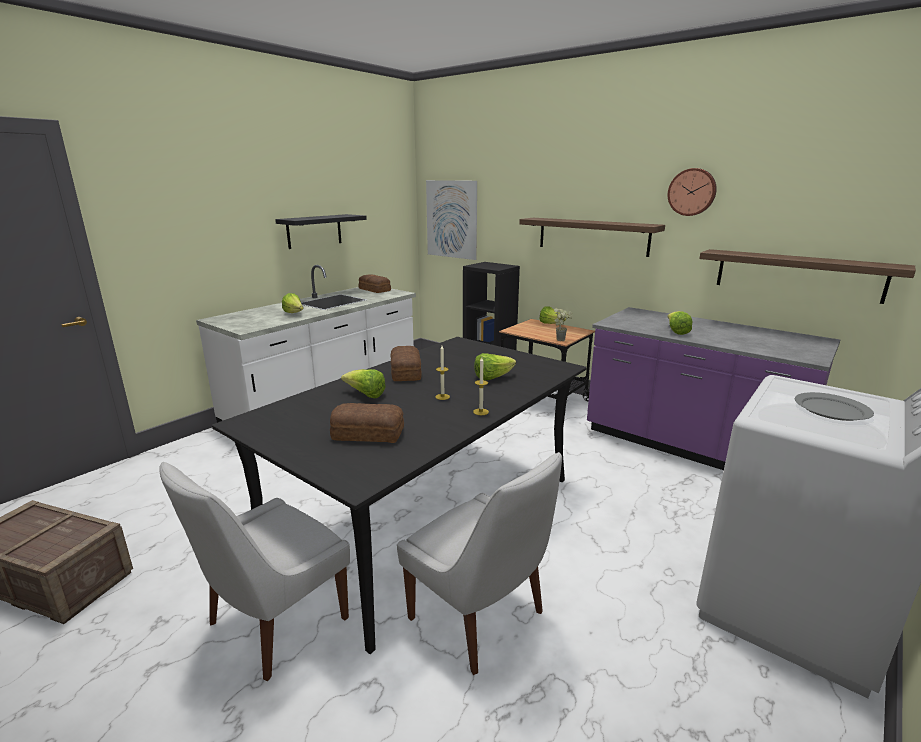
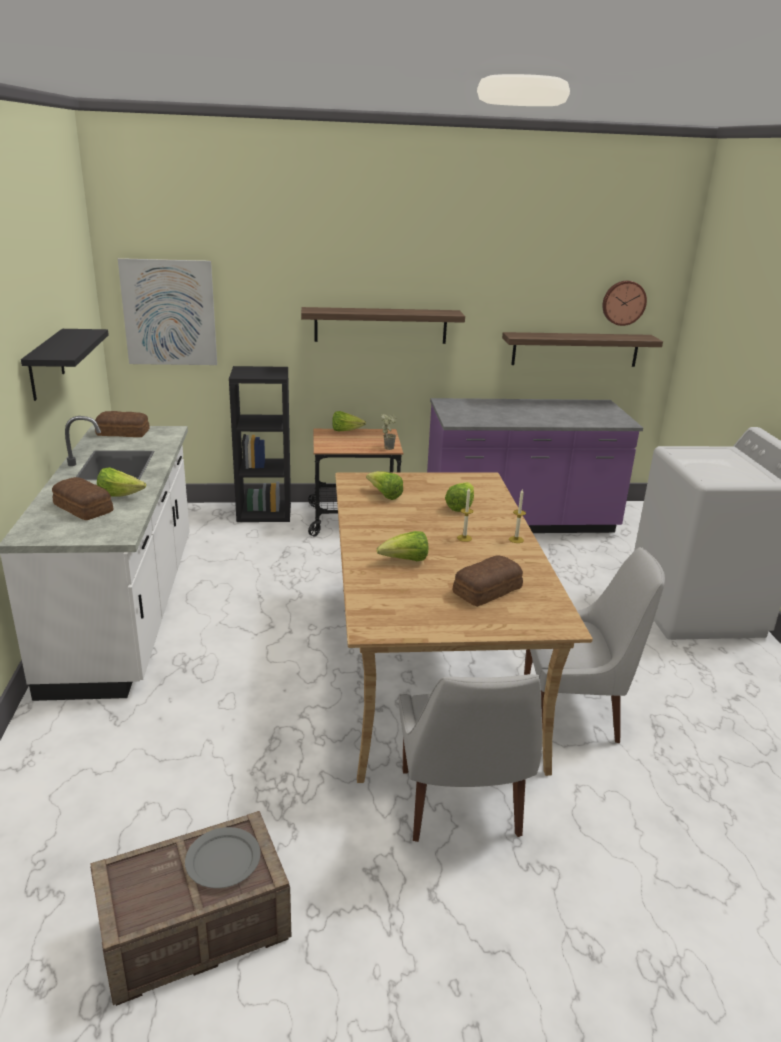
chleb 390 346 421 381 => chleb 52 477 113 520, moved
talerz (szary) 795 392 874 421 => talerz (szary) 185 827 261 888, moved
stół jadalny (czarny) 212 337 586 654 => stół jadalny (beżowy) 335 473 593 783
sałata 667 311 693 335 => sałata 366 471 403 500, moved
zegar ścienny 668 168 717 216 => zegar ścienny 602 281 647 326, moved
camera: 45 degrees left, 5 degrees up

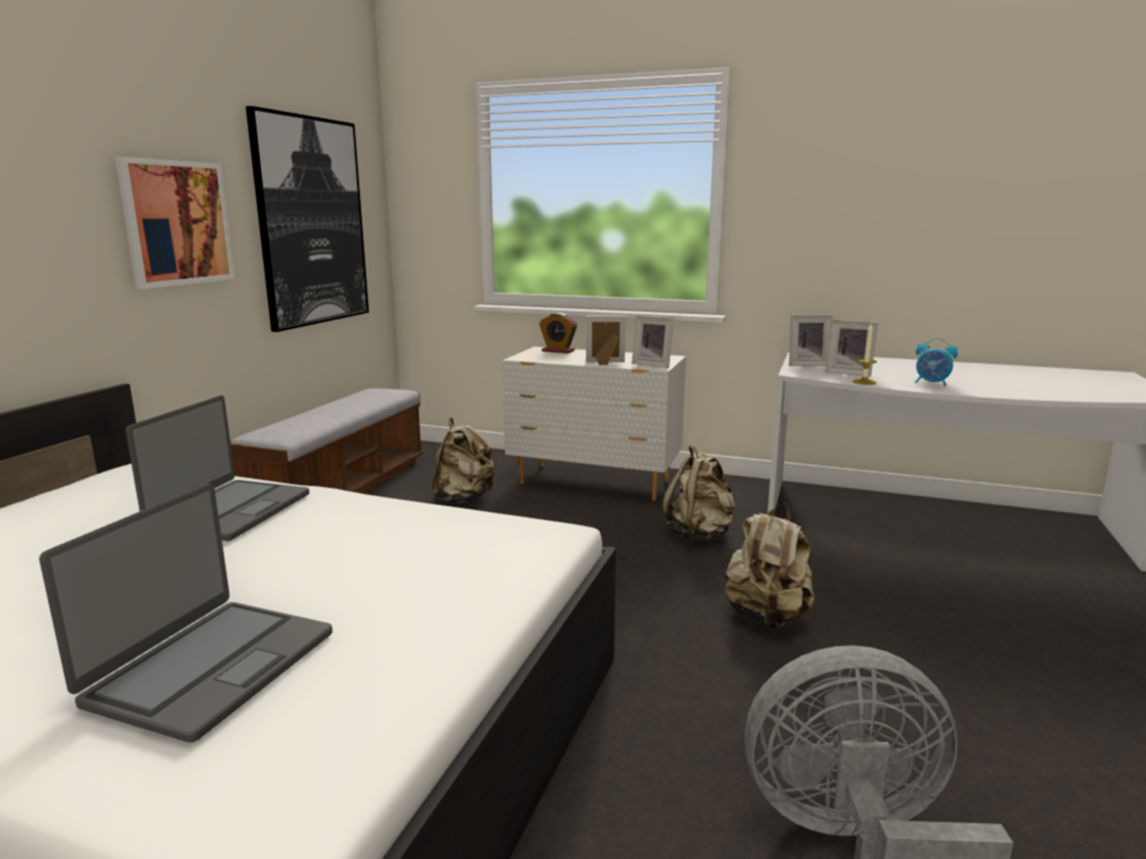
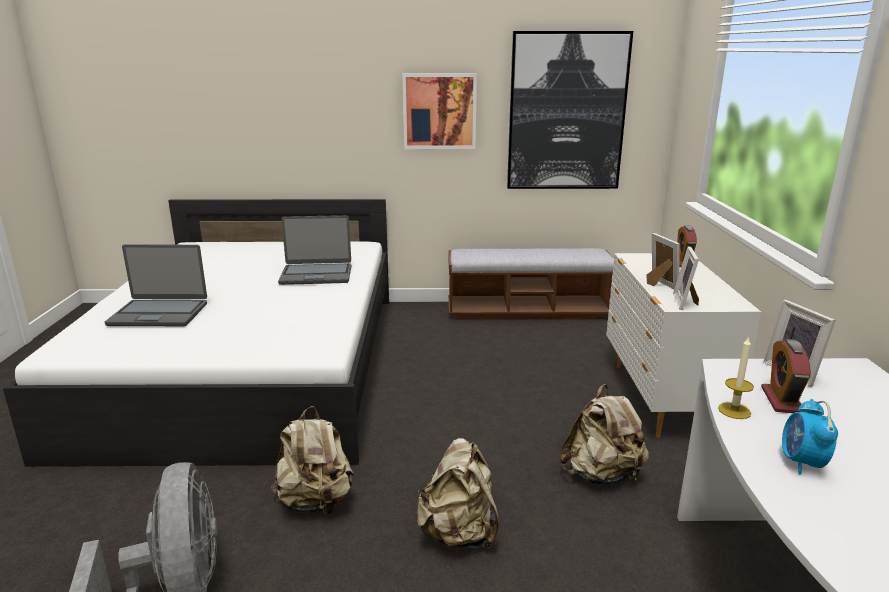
plecak (beżowy) 432 417 496 503 => plecak (beżowy) 270 406 354 515, moved
ramka na zdjęcie 825 319 878 377 => budzik 761 339 811 413
camera: 70 degrees right, 5 degrees up

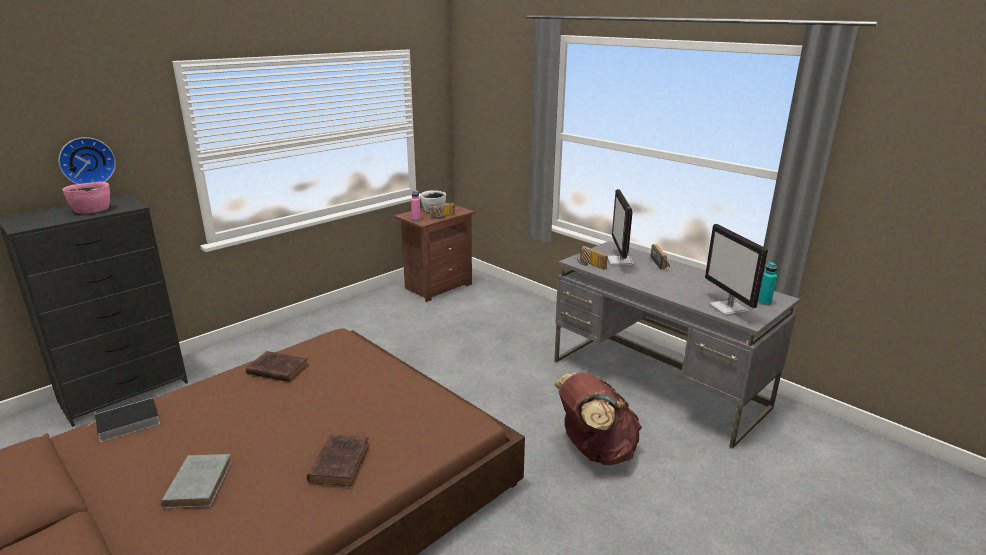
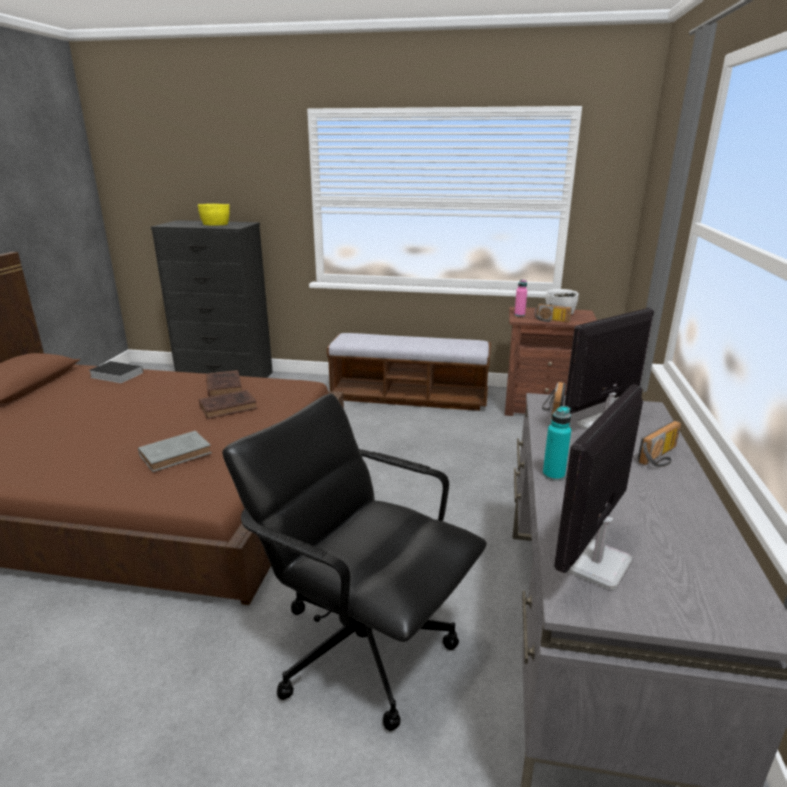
książka (szary) 161 454 232 509 => książka (szary) 138 431 212 472, moved
miska (różowy) 62 182 110 214 => miska (żółty) 198 204 230 226
książka (brązowy) 307 434 370 486 => książka (brązowy) 199 390 257 419, moved
plecak (brązowy) 554 372 642 465 => krzesło biurowe (czarny) 223 394 487 731
nothing => ławka 327 333 491 411
butelka (turkusowy) 758 262 777 305 => butelka (turkusowy) 543 406 571 481, moved
zegar ścienny 58 137 116 184 => nothing
camera: 55 degrees right, 0 degrees up

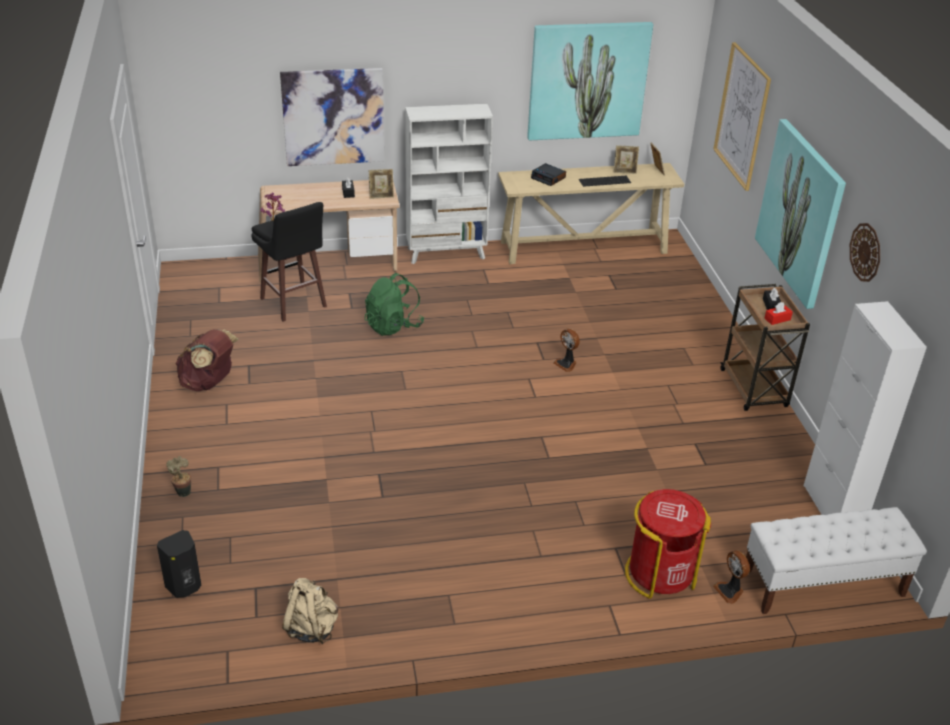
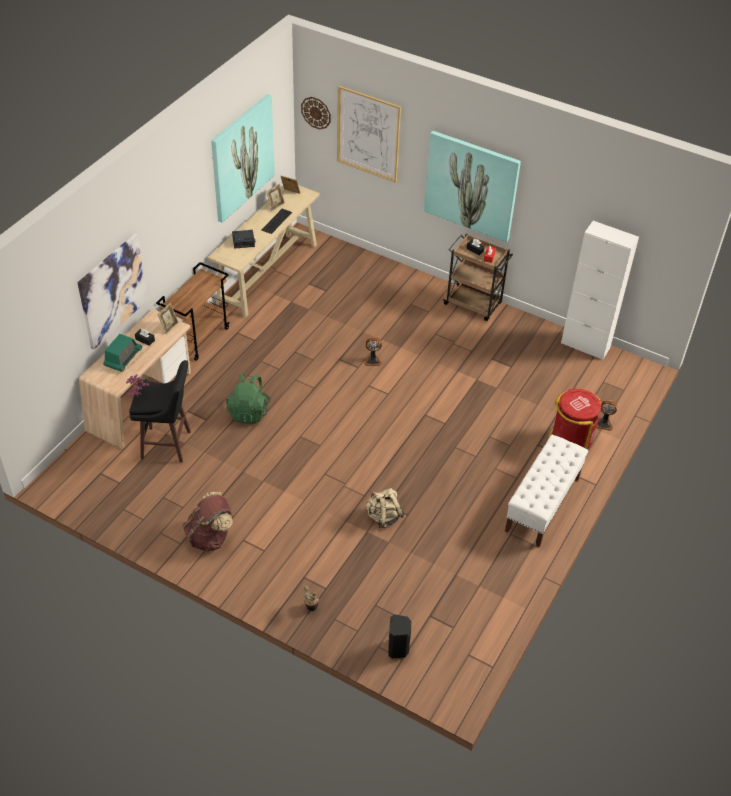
nothing => radio 103 334 142 371
regał (biały) 405 104 493 264 => wózek (brązowy) 156 262 229 361
zegar ścienny 850 223 880 282 => zegar ścienny 301 97 331 130, moved
plecak (beżowy) 282 578 338 644 => plecak (beżowy) 366 488 404 528, moved
ławka (biały) 746 507 927 614 => ławka (biały) 505 435 588 547, moved
camera: 50 degrees left, 10 degrees up

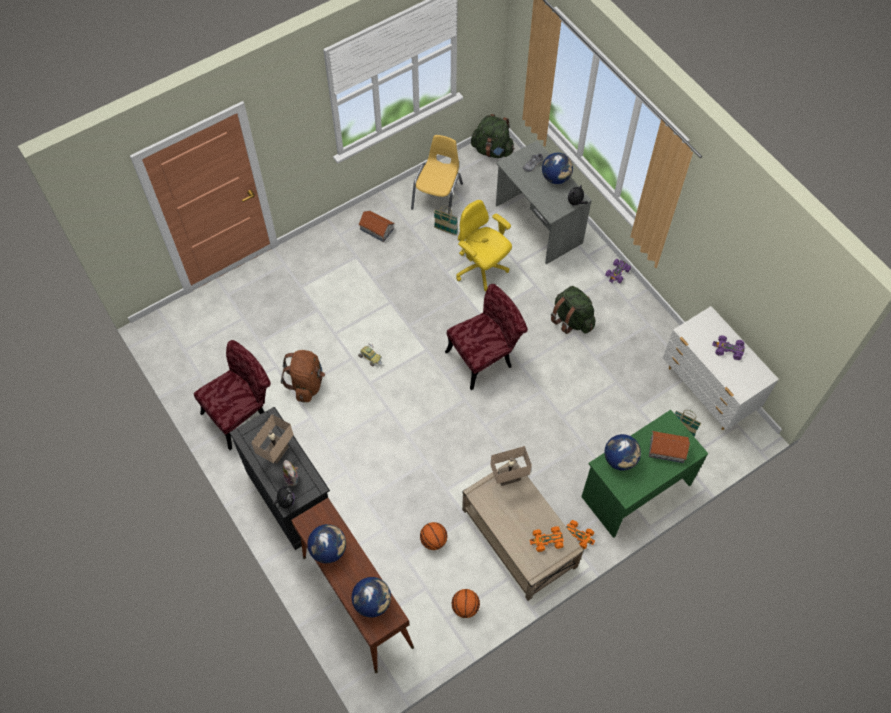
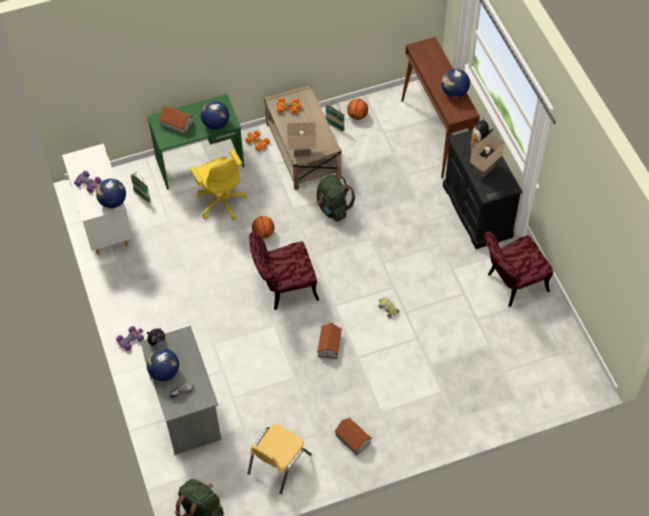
globus 352 577 391 617 => globus 96 179 126 208, moved
krzesło biurowe (żółty) 456 200 512 292 => krzesło biurowe (żółty) 190 149 247 220, moved
piłka do koszykówki 420 522 447 550 => piłka do koszykówki 252 216 274 239, moved
plecak (zielony) 551 286 596 334 => plecak (zielony) 317 175 356 222, moved
nothing => domek 317 323 342 359
koszyk 434 206 458 235 => koszyk 326 102 345 132, moved
plecak (brązowy) 281 350 325 402 => nothing
camera: 165 degrees left, 5 degrees down

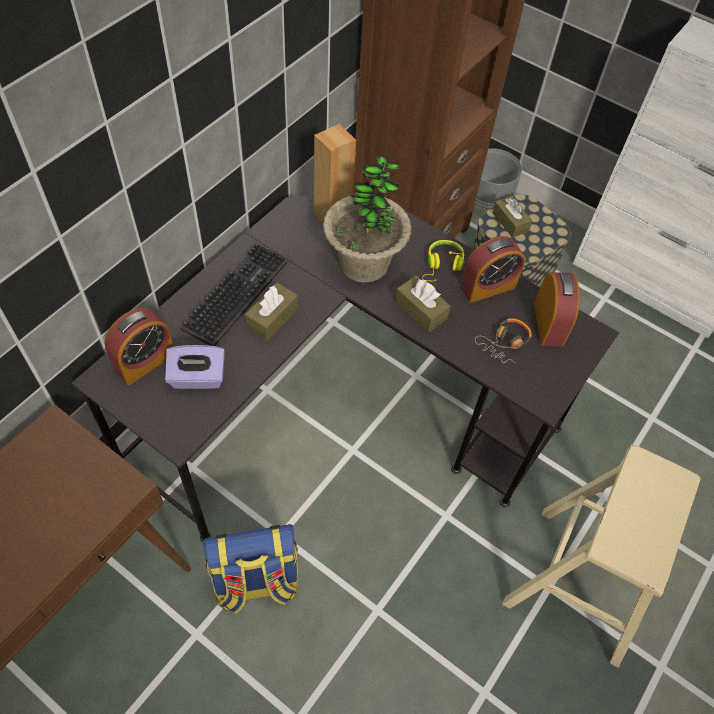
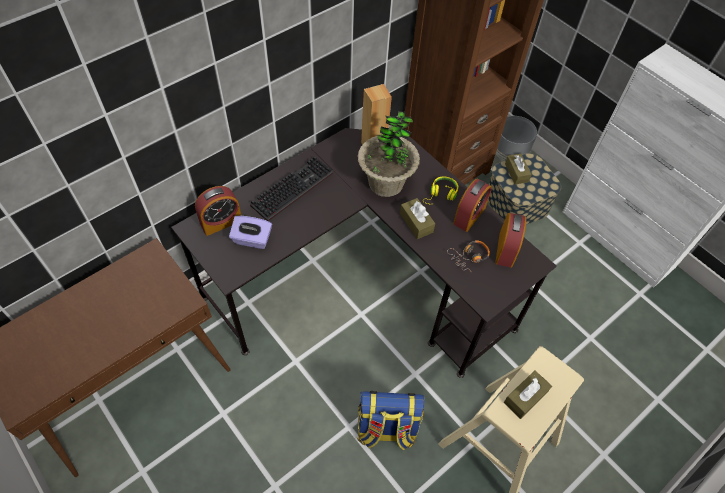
plecak 203 524 300 614 => plecak 357 391 425 450, moved
budzik 460 236 525 303 => budzik 453 179 492 232, 45 degrees counterclockwise
pudełko chusteczek (brązowy) 245 283 298 341 => pudełko chusteczek (brązowy) 504 370 552 419, moved
camera: 15 degrees right, 0 degrees up

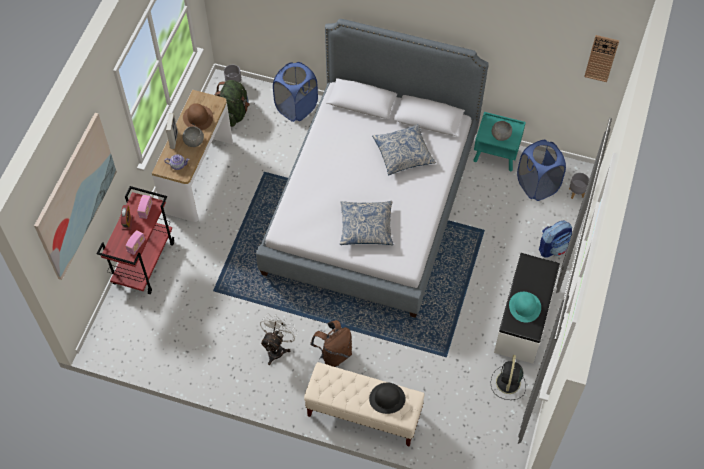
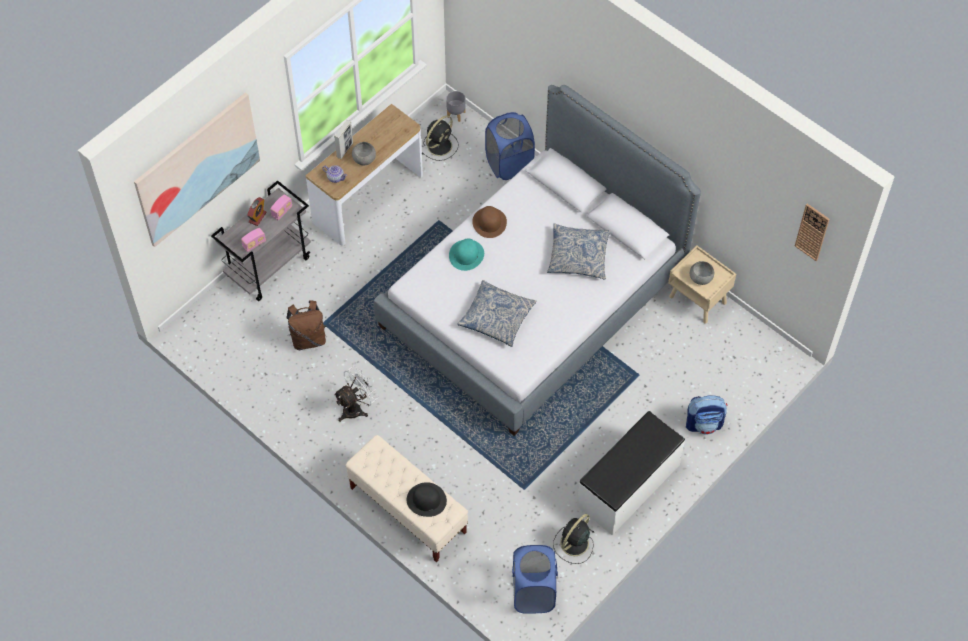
wózek (czerwony) 96 186 175 294 => wózek (szary) 211 180 311 301
plecak (brązowy) 310 320 352 367 => plecak (brązowy) 287 300 326 350, moved
plecak (zielony) 215 80 250 127 => wentylator (czarny) 422 116 459 161
kapelusz (turkusowy) 509 292 541 323 => kapelusz (turkusowy) 449 239 484 271, moved
kapelusz (brązowy) 183 103 213 130 => kapelusz (brązowy) 472 206 507 238, moved
kosz na pranie (niebieski) 517 140 566 201 => kosz na pranie (niebieski) 512 545 558 613, moved
szafka nocna (turkusowy) 473 112 526 171 => szafka nocna (beżowy) 668 245 736 324
donica (szary) 569 173 589 199 => nothing
camera: 25 degrees right, 0 degrees up

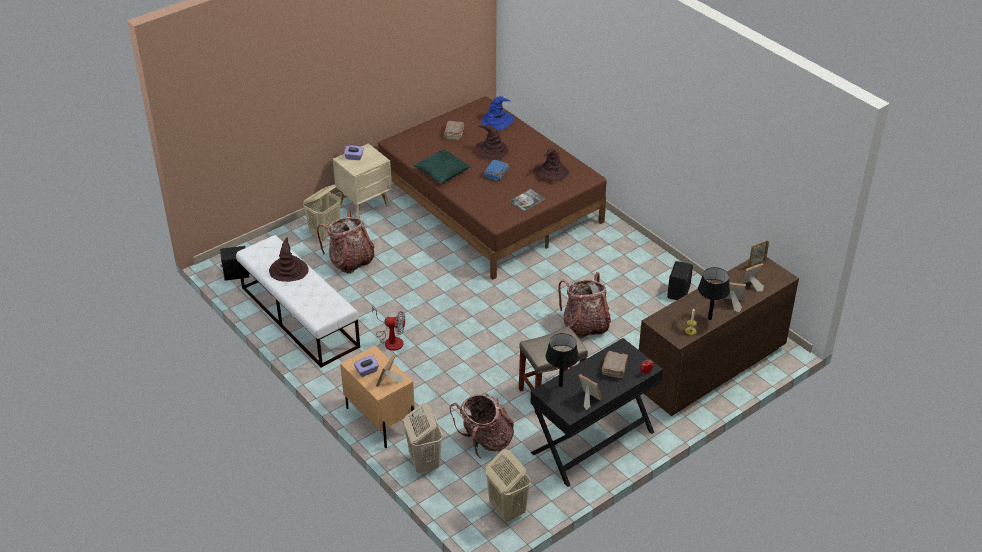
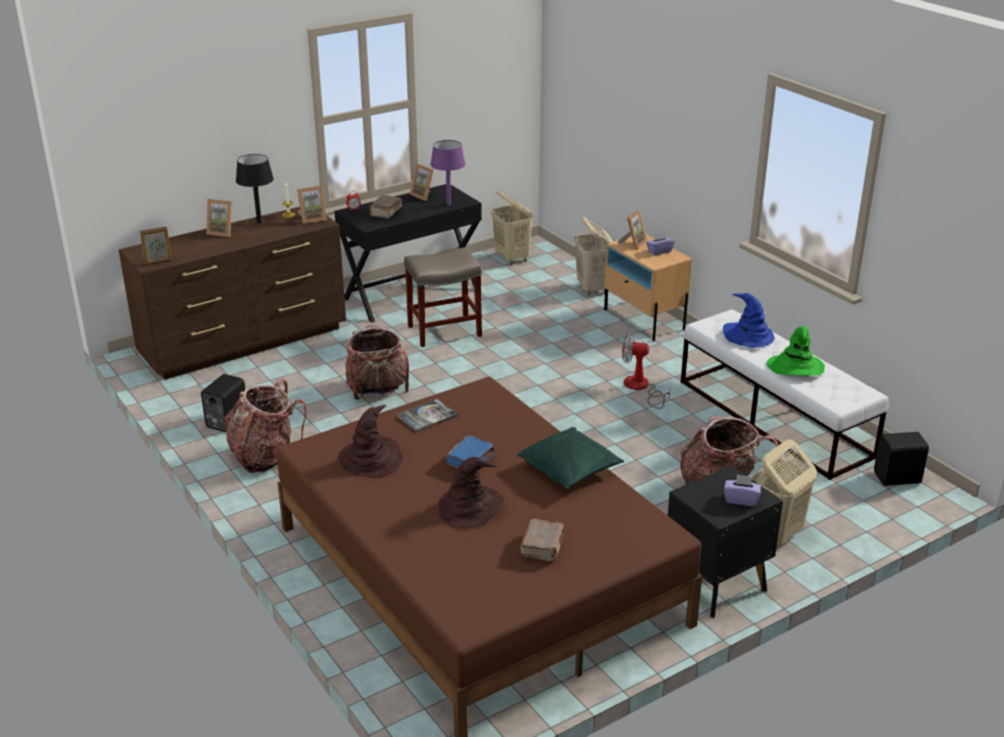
plecak 450 393 514 458 => plecak 225 379 306 473, moved
ramka na zdjęcie 738 263 764 291 => ramka na zdjęcie 297 186 327 224, moved
lampa stołowa (czarny) 546 333 579 387 => lampa stołowa (fioletowy) 430 140 466 205
szafka nocna (beżowy) 333 143 392 219 => szafka nocna (czarny) 668 466 783 618
kapelusz (niebieski) 482 96 514 130 => kapelusz (niebieski) 723 293 775 348, moved
kapelusz (brązowy) 269 237 309 282 => kapelusz (zielony) 766 326 825 376
camera: 175 degrees left, 10 degrees down

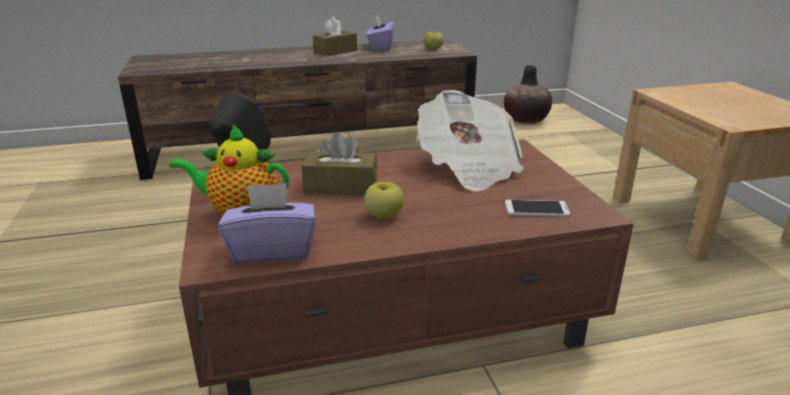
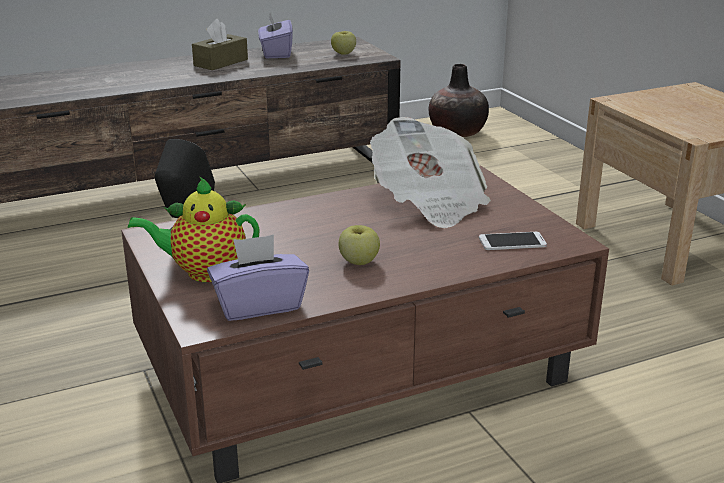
pudełko chusteczek (brązowy) 301 132 377 195 => nothing
camera: 10 degrees left, 0 degrees up

